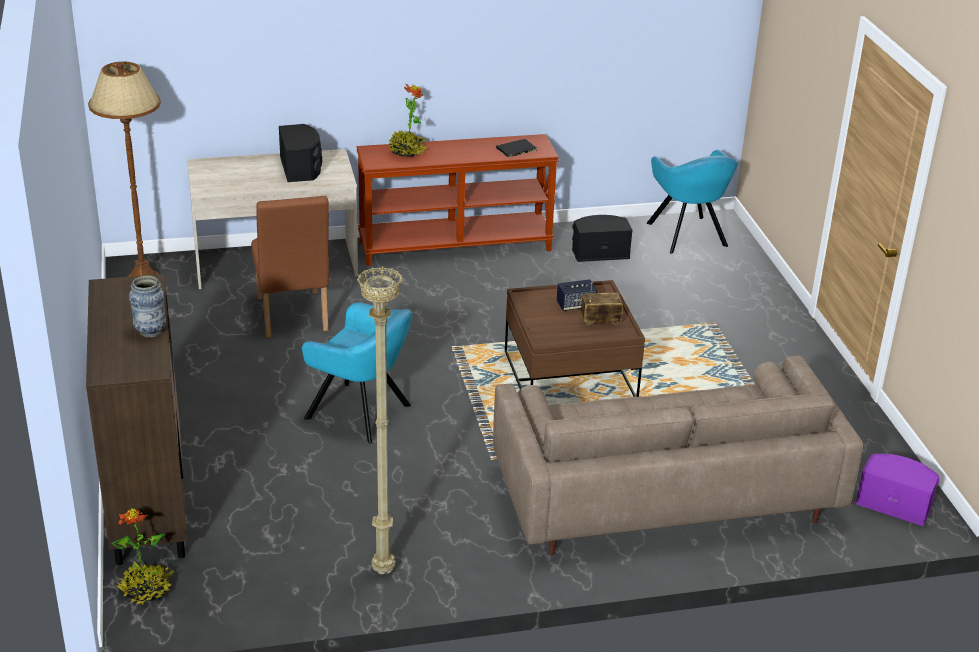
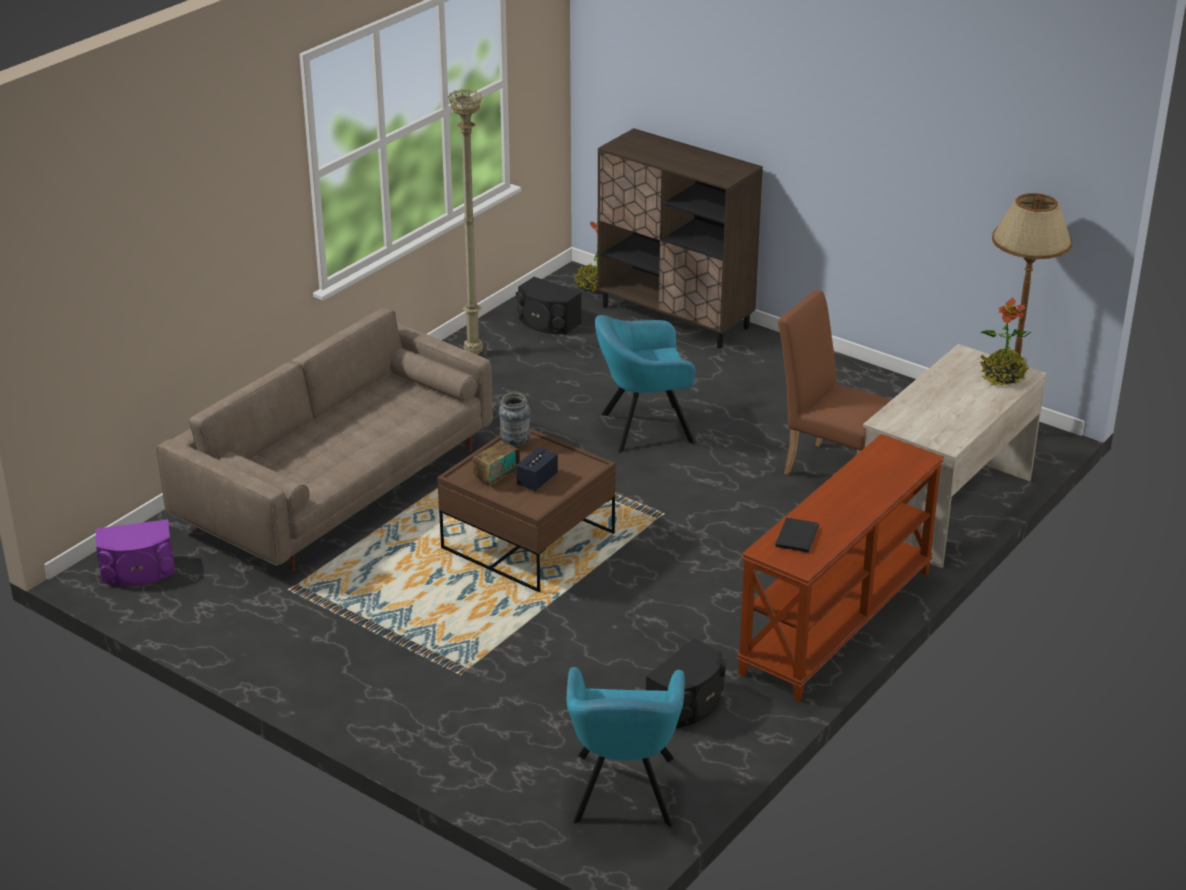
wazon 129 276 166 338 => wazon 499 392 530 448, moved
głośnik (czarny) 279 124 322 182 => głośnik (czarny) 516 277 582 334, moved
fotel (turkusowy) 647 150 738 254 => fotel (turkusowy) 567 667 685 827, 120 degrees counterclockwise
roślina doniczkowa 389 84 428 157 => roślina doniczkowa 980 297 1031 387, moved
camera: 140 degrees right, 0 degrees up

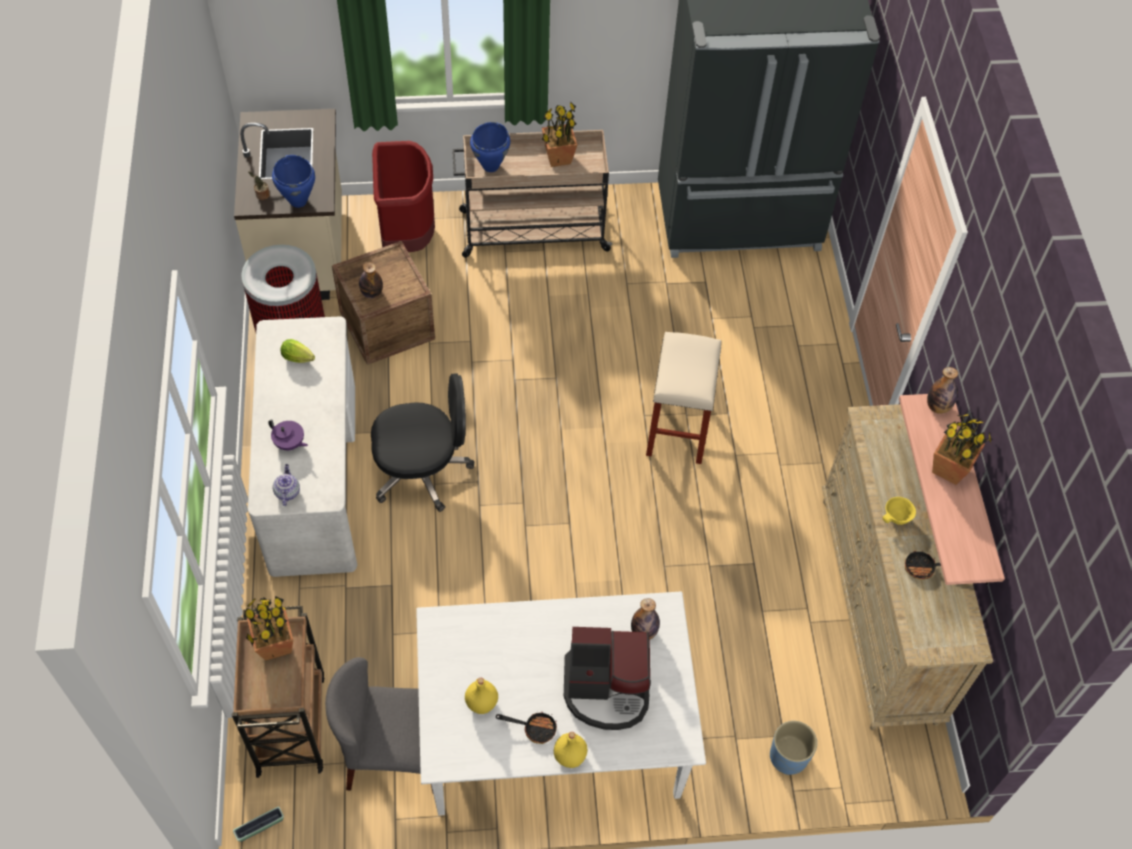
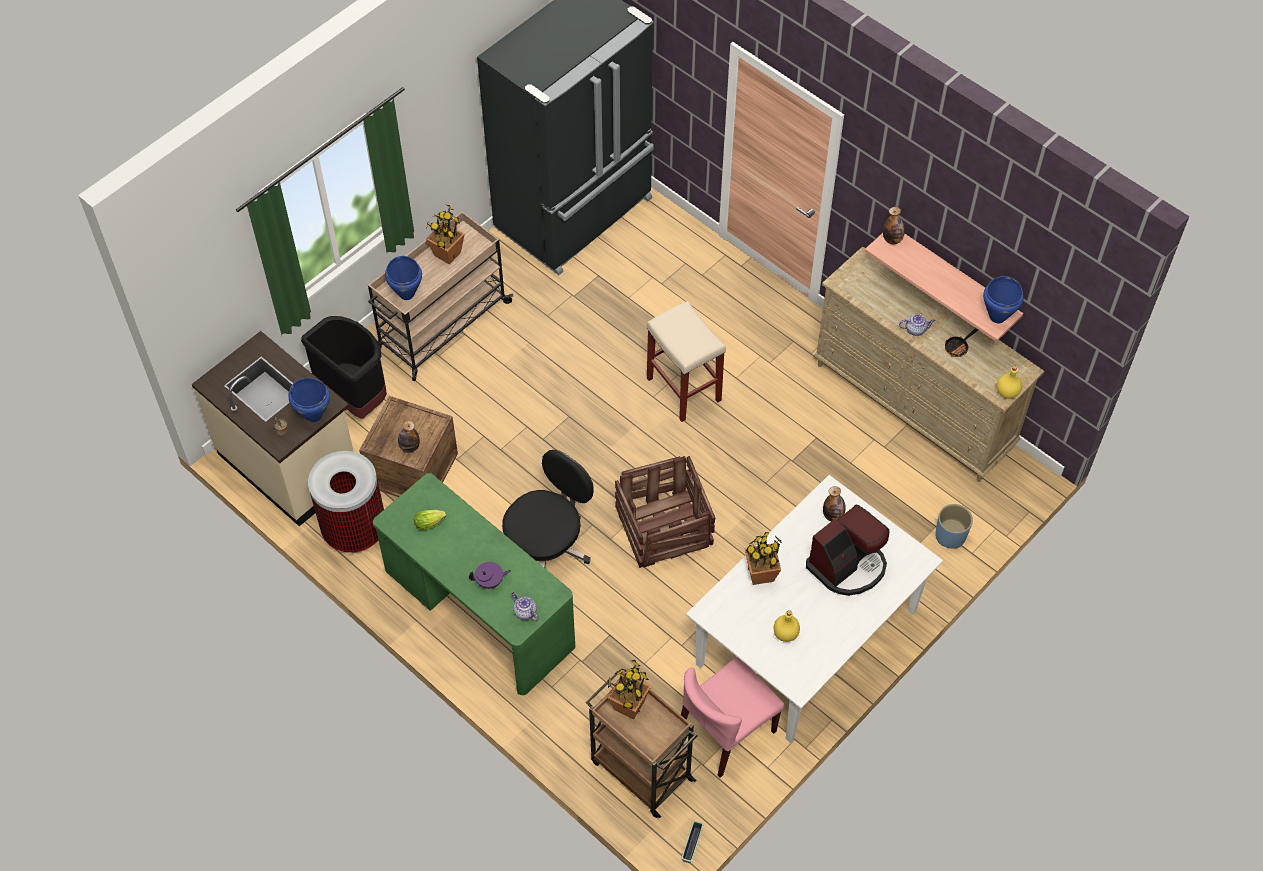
kosz na śmieci (czerwony) 372 141 435 252 => kosz na śmieci (czarny) 301 316 387 419
biurko (biały) 248 316 357 577 => biurko (zielony) 373 473 575 695
nothing => skrzynka 615 456 715 568
krzesło (szary) 325 657 433 792 => krzesło (różowy) 681 657 785 778
roślina doniczkowa 932 414 991 485 => roślina doniczkowa 745 532 782 585, moved
miska (żółty) 882 497 916 525 => imbryk 899 314 935 336
nothing => garnek (niebieski) 983 276 1024 323
butelka (żółty) 554 732 587 768 => butelka (żółty) 997 366 1022 399, moved
patelnia 496 712 557 744 => nothing
camera: 40 degrees left, 0 degrees up

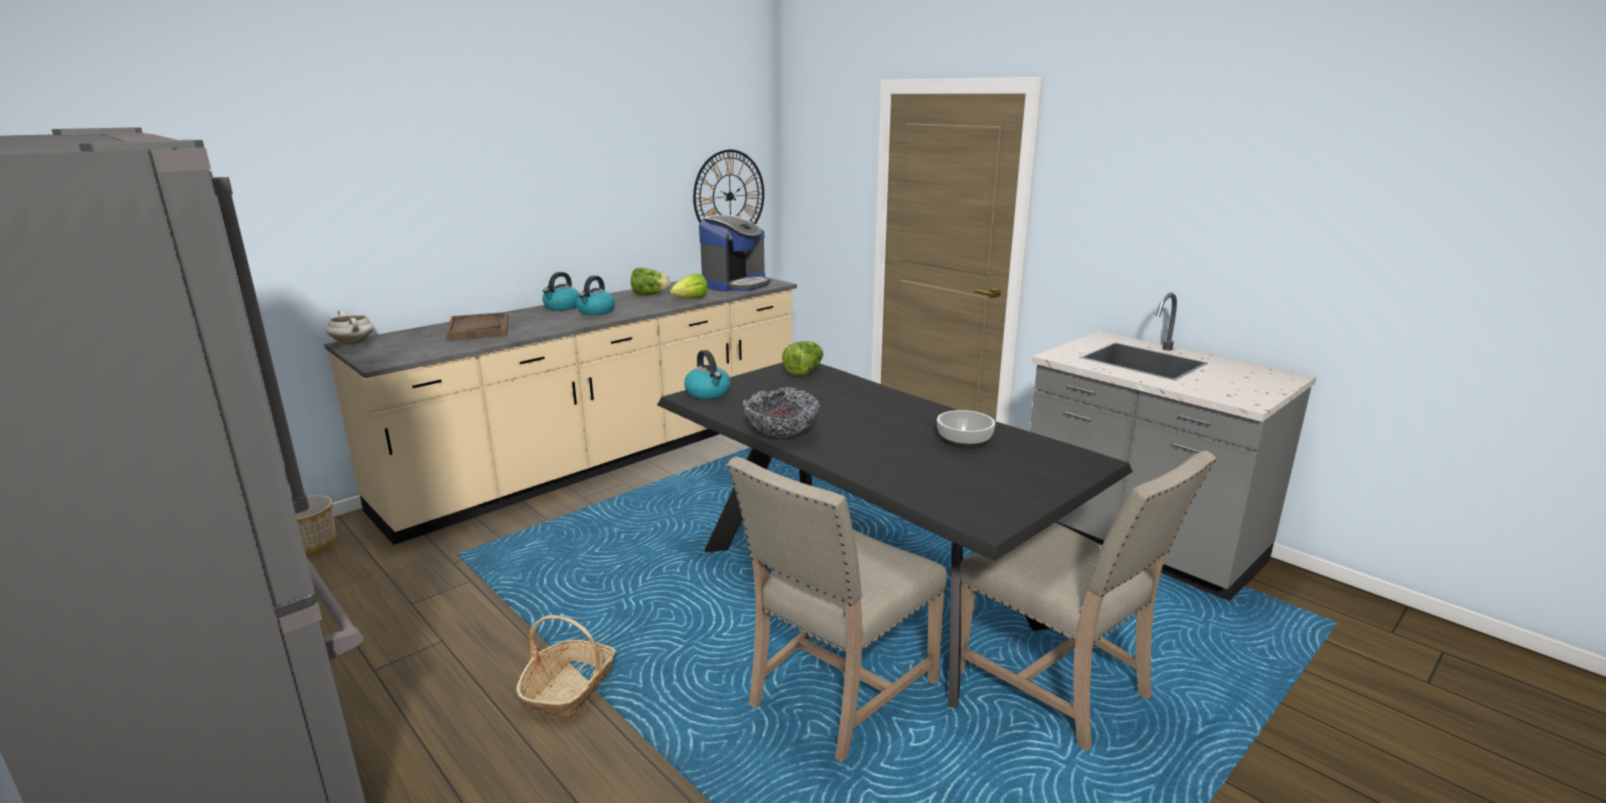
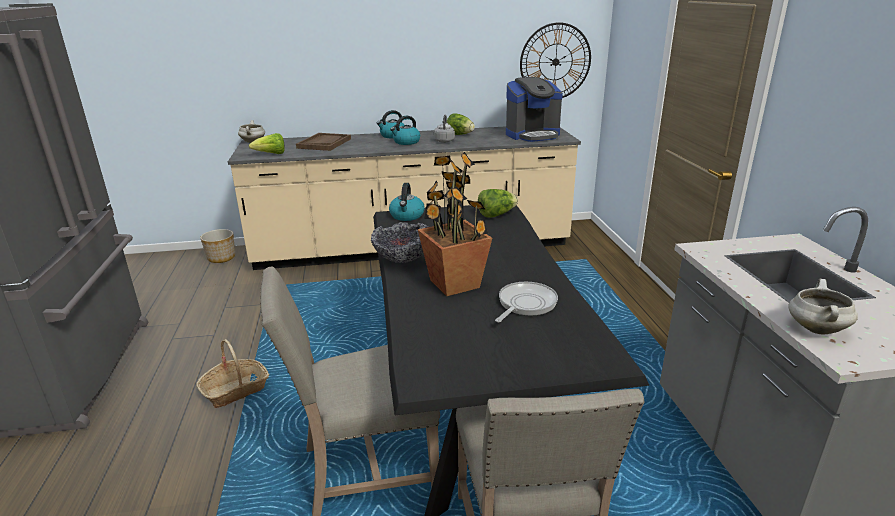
sałata 670 273 708 298 => sałata 249 133 285 154, moved
nothing => roślina doniczkowa 418 152 492 296
nothing => czajnik (szary) 434 115 455 143
miska 937 410 996 449 => patelnia 495 282 558 322
nothing => garnek (biały) 788 279 858 335
camera: 35 degrees right, 5 degrees up

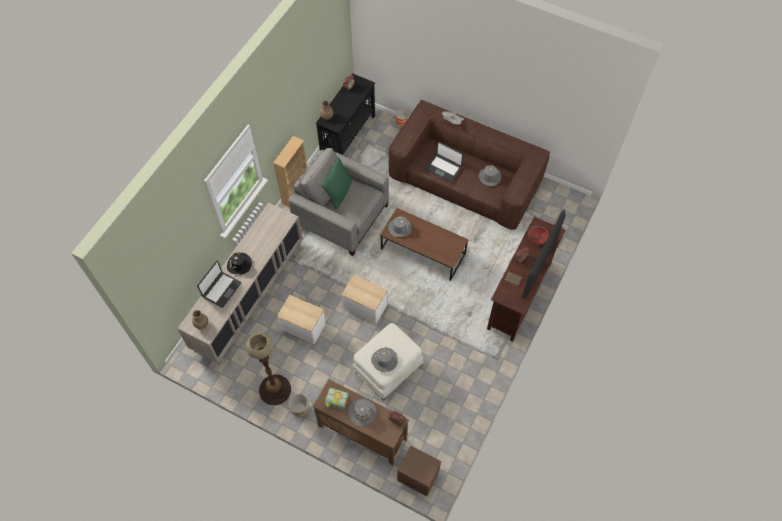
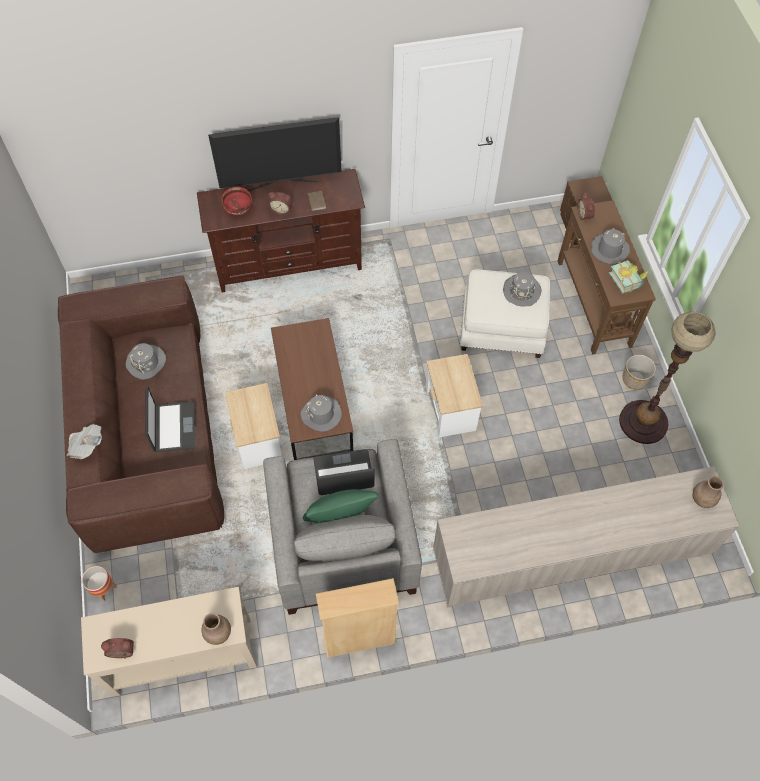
stolik konsolowy (czarny) 316 73 375 155 => stolik konsolowy (beżowy) 81 587 257 697
stolik 277 295 325 344 => stolik 225 383 282 469, moved
laptop 197 261 241 308 => laptop 313 449 375 495, moved
kapelusz (czarny) 227 253 252 275 => nothing
camera: 130 degrees left, 0 degrees up

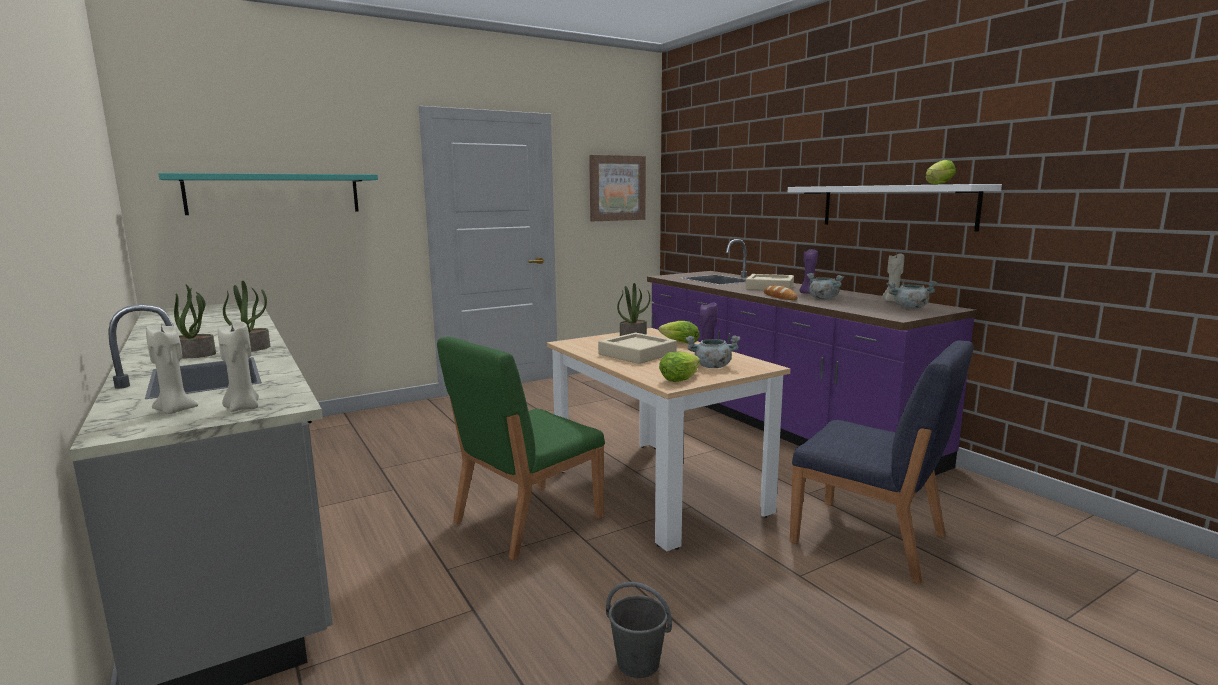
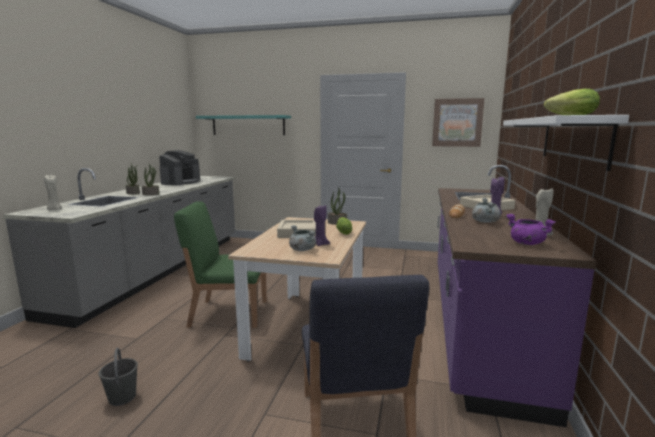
nothing => ekspres do kawy 159 150 200 185
garnek (szary) 887 280 937 309 => garnek (fioletowy) 506 214 556 245
świeca (beżowy) 218 321 259 412 => nothing
sałata 659 351 700 382 => nothing
camera: 45 degrees right, 0 degrees up

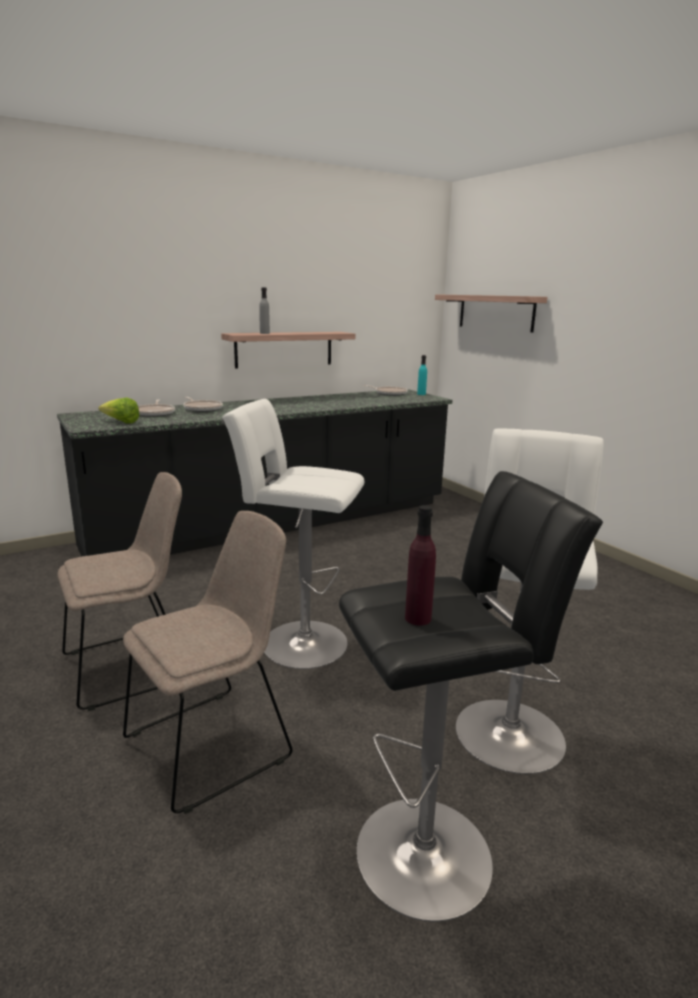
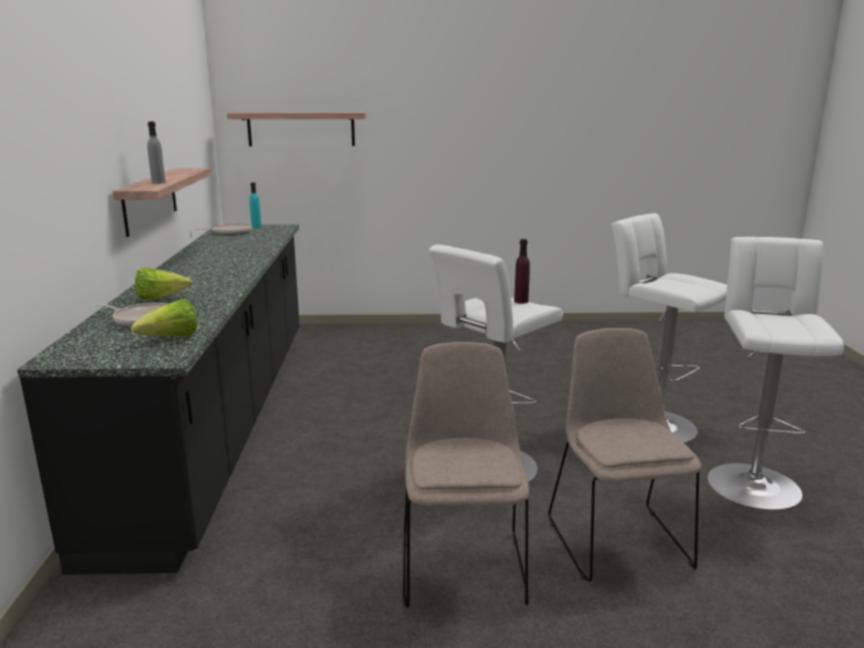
patelnia 183 397 223 412 => sałata 135 267 192 300
butelka (fioletowy) 405 505 436 625 => butelka (fioletowy) 514 239 530 303, moved
stołek (czarny) 339 471 603 922 => stołek (biały) 707 237 844 510
camera: 60 degrees left, 0 degrees up

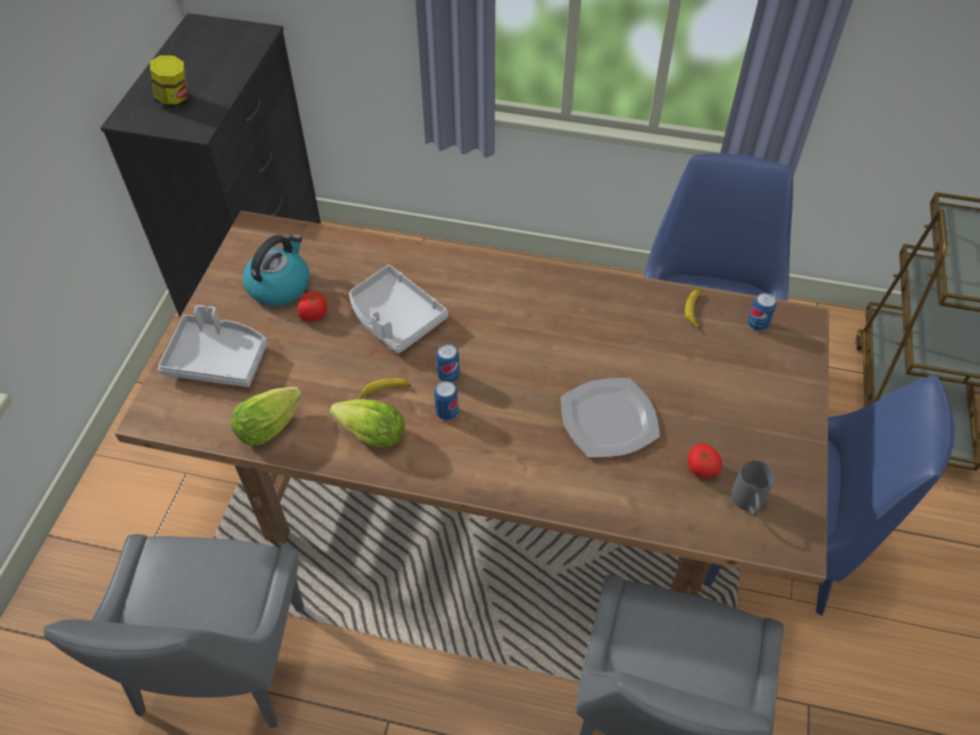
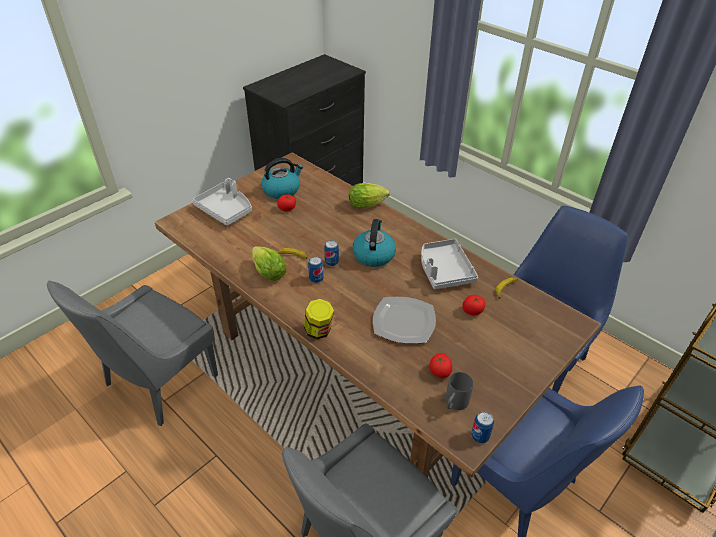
słoik 150 55 187 108 => słoik 304 299 334 339, moved
sałata 231 387 302 446 => sałata 349 183 390 209, moved
nothing => czajnik 353 219 396 267
taca (szary) 349 265 448 354 => taca (szary) 421 239 478 289, moved
nothing => pomidor 462 295 485 315
puszka 748 293 776 331 => puszka 471 411 494 443, moved
camera: 30 degrees right, 10 degrees down

